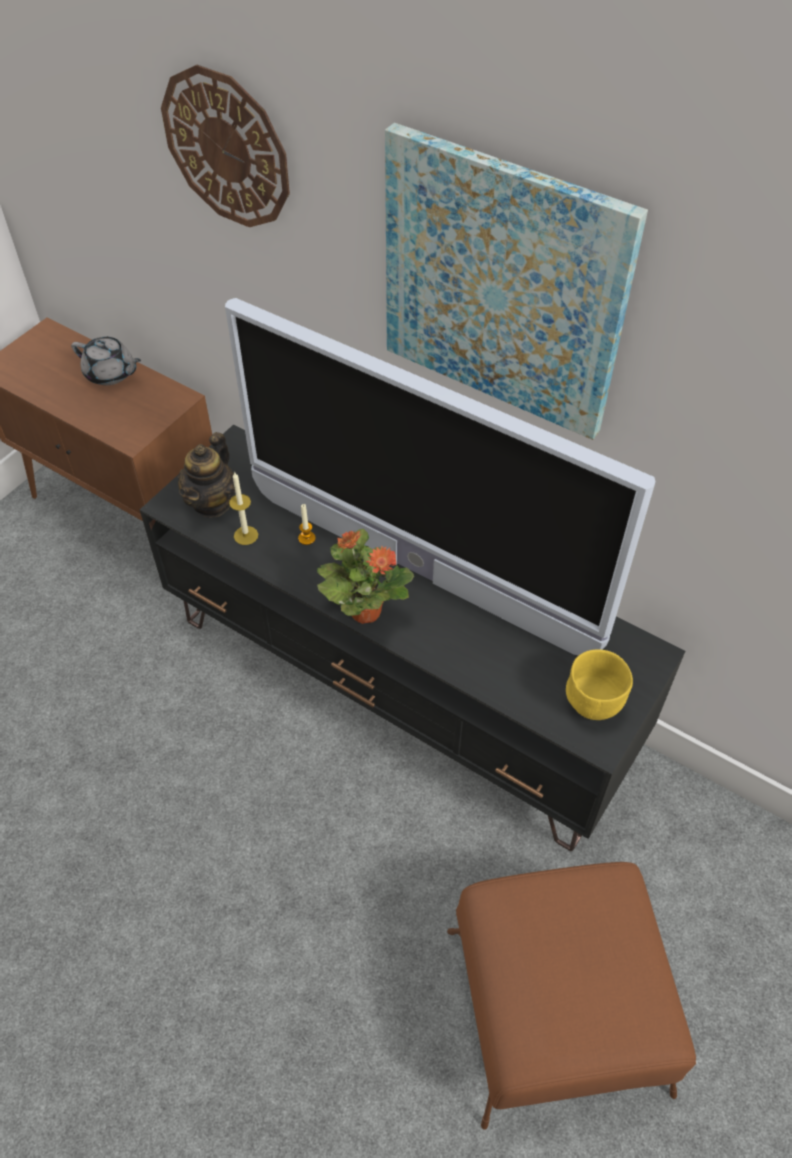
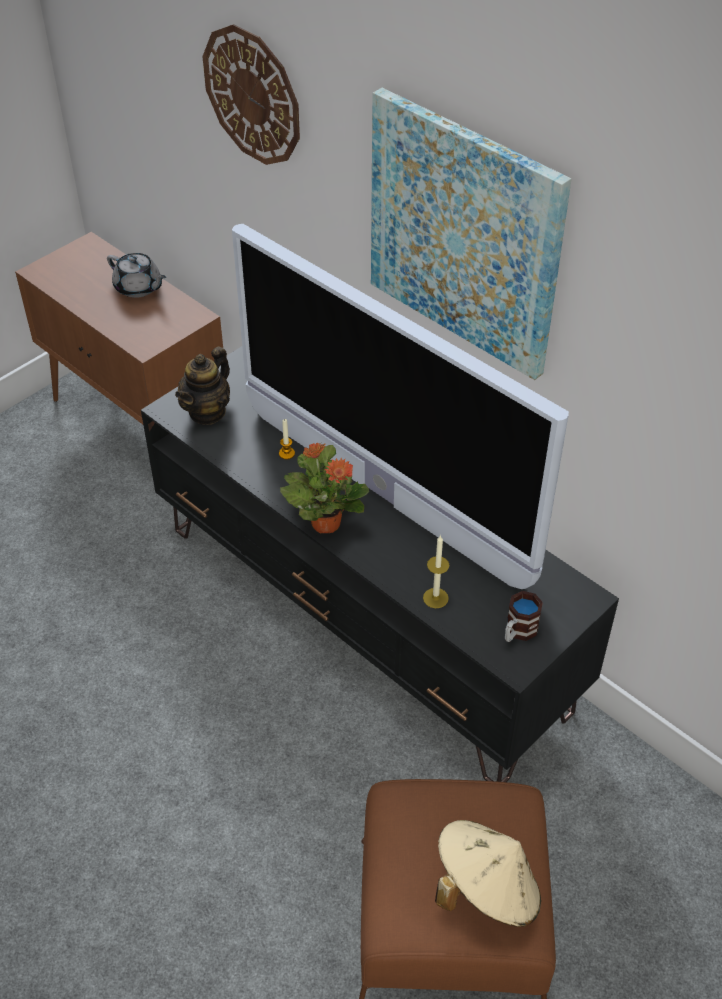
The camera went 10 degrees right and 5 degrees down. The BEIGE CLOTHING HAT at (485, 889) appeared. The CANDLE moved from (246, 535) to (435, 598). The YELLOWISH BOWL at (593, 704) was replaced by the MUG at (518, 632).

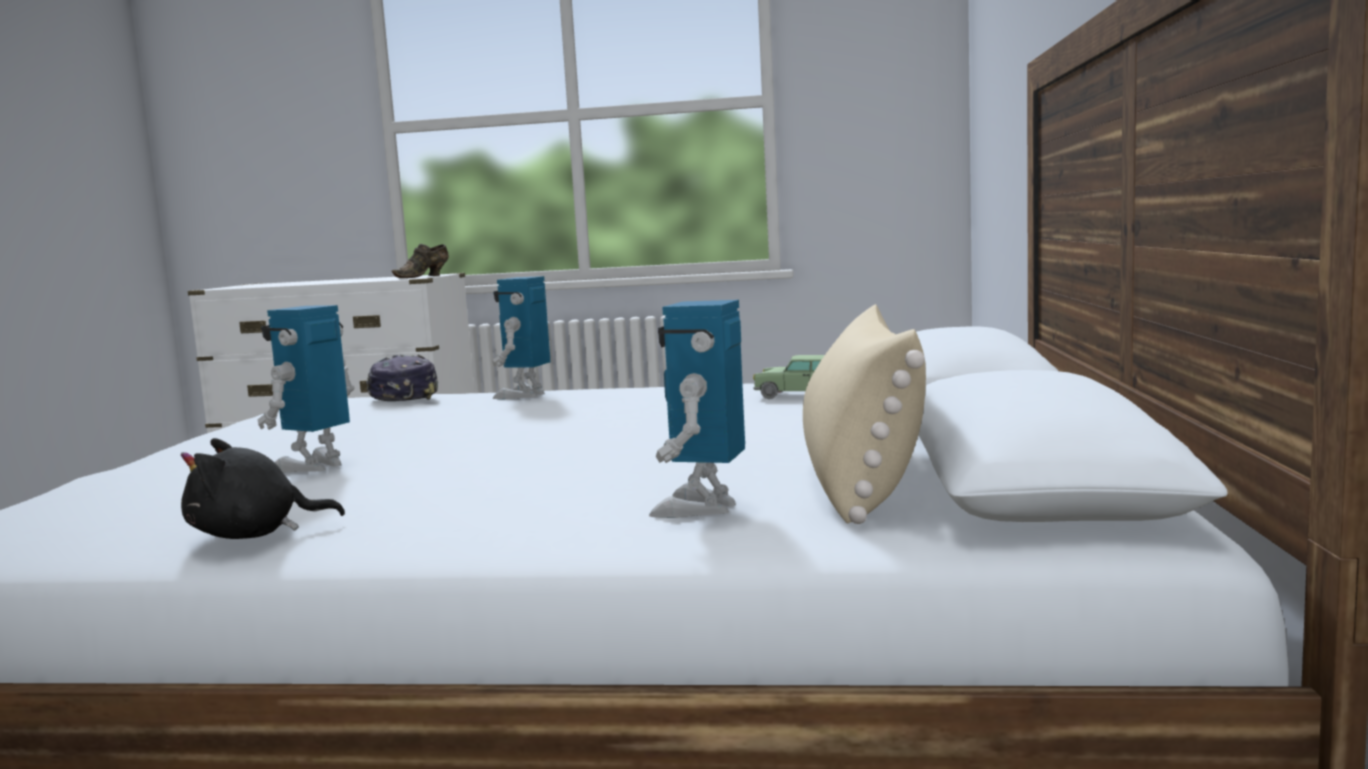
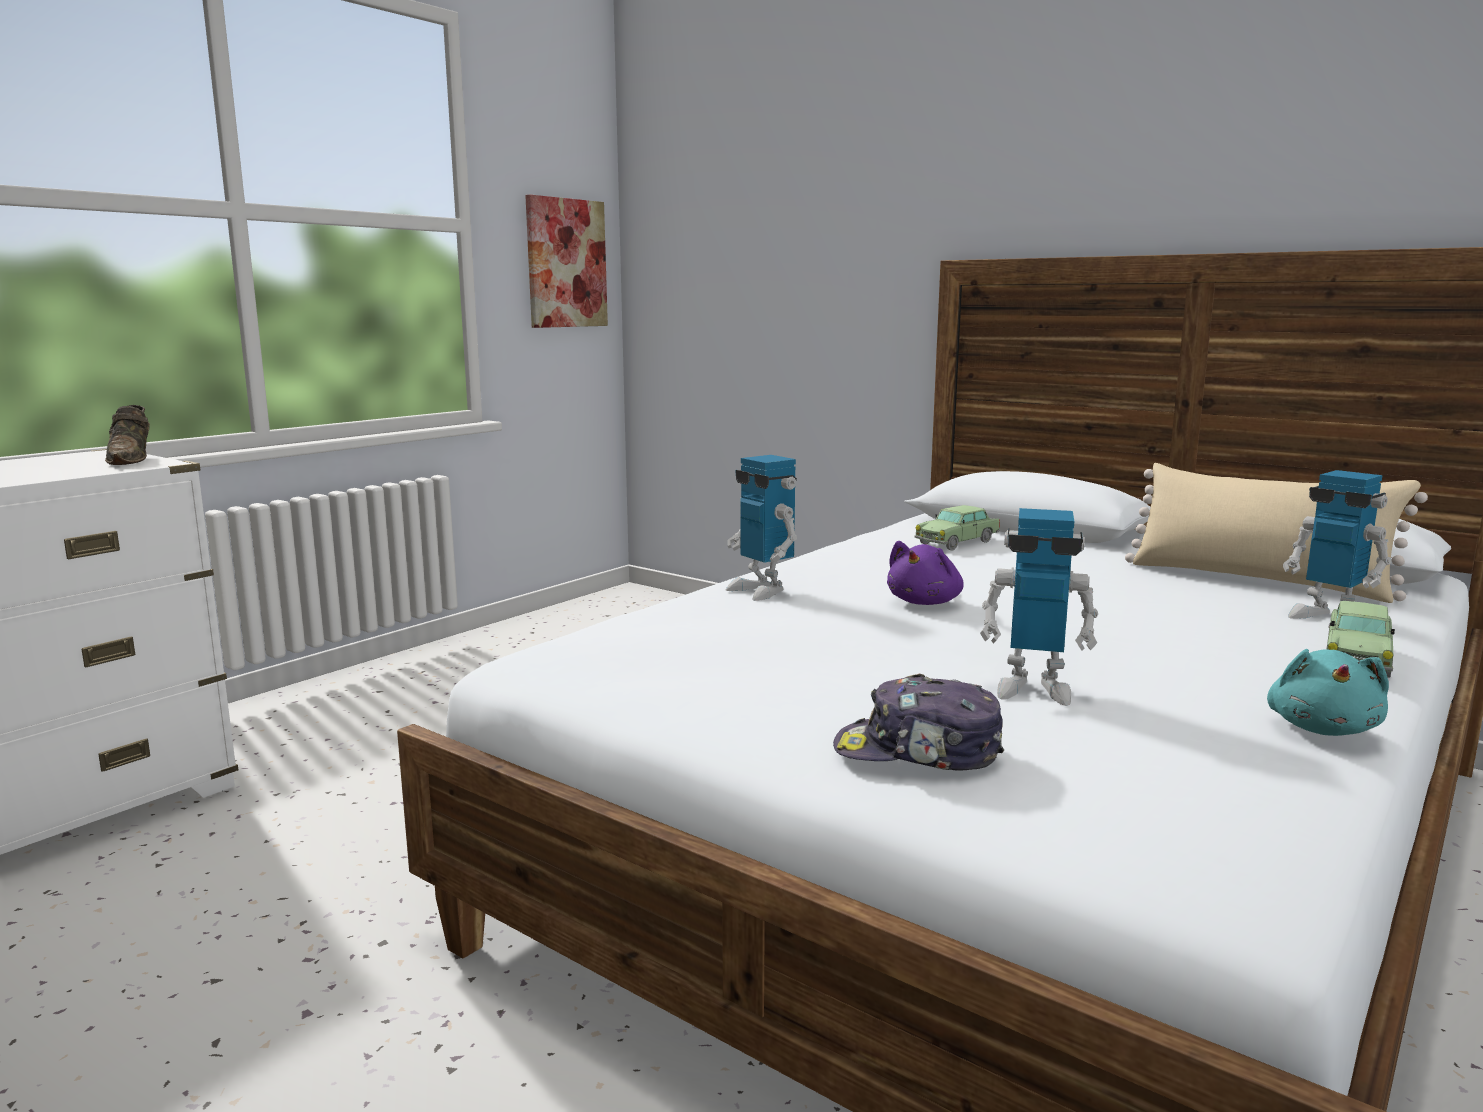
The camera went 60 degrees left and 5 degrees up. The PICTURE at (566, 263) appeared. The PURPLE-COLOURED SOFT TOY at (925, 602) appeared. The MODEL CAR at (1356, 658) appeared. The BASEBALL CAP moved from (403, 396) to (918, 752). The BLACKISH SOFT TOY at (254, 535) became the BLUE-GREEN SOFT TOY at (1322, 728). The TOY ROBOT at (315, 466) turned 45 degrees counterclockwise.

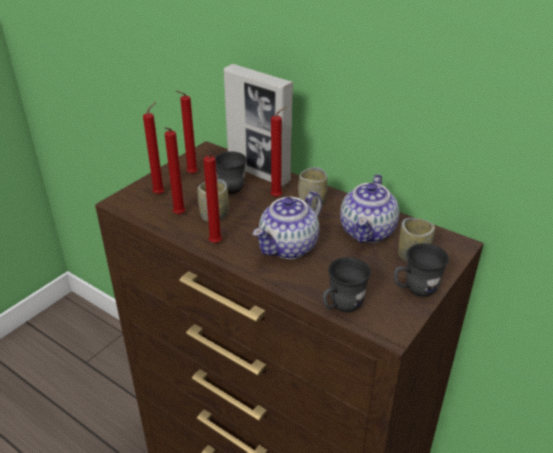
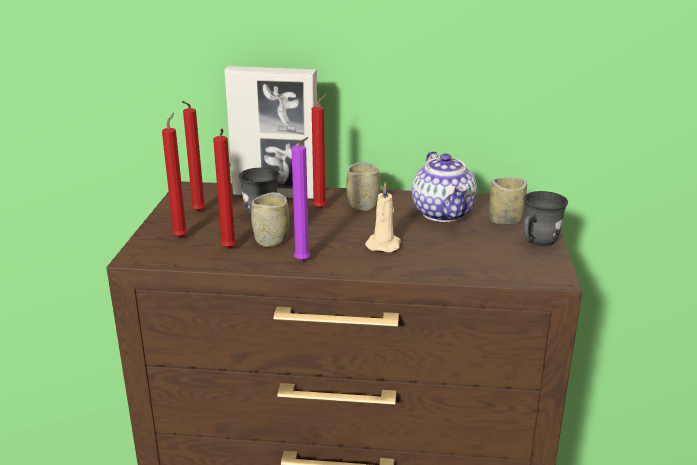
The camera went 30 degrees left and 10 degrees down. The GREY MUG at (341, 307) disappeared. The TEAPOT at (289, 247) was replaced by the BEIGE CANDLE at (384, 244). The RED CANDLE at (215, 244) became the PURPLE-COLOURED CANDLE at (303, 262).

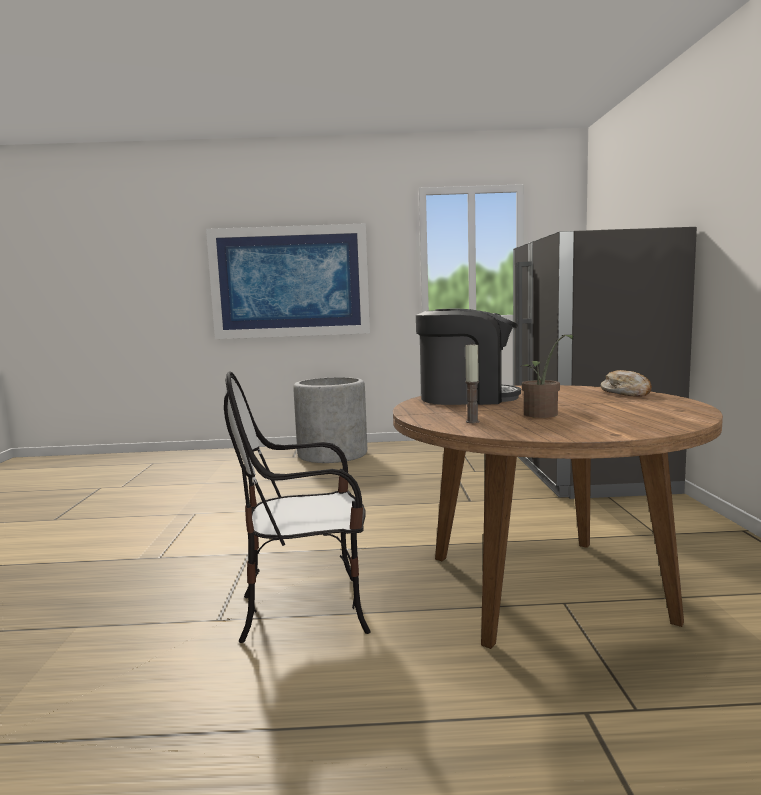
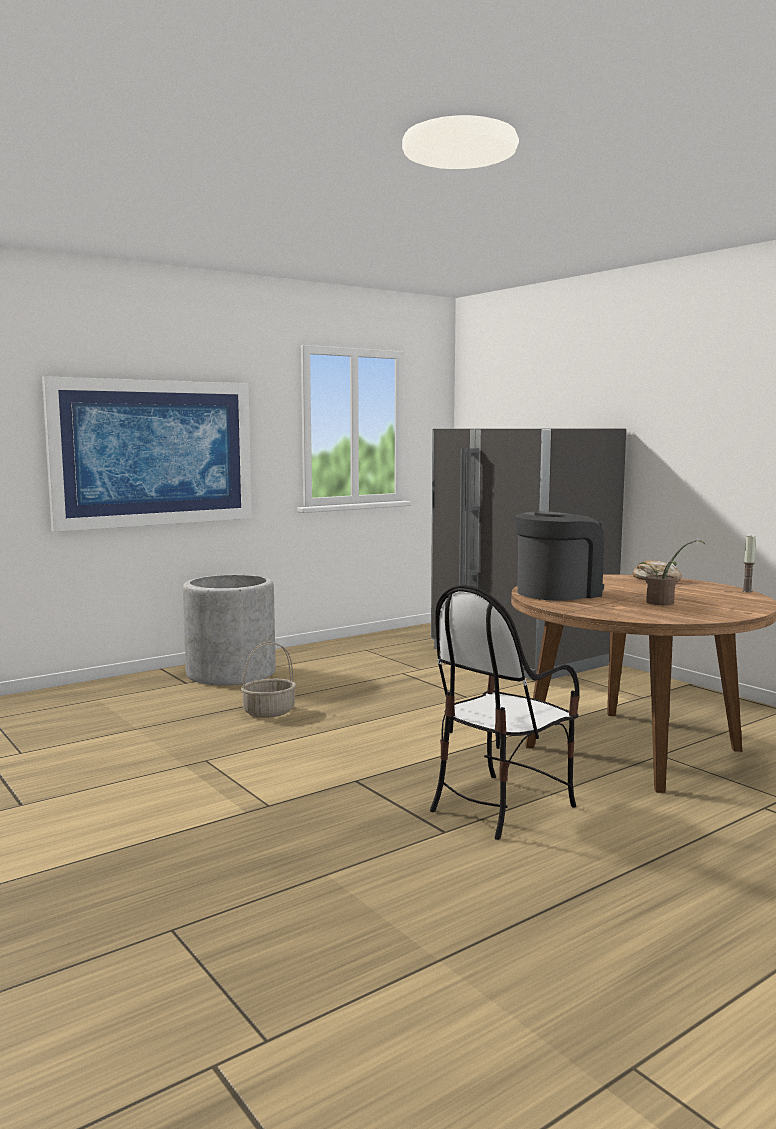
The camera went 35 degrees left and 0 degrees up. The BASKET at (269, 712) appeared. The CANDLE moved from (472, 421) to (747, 591).

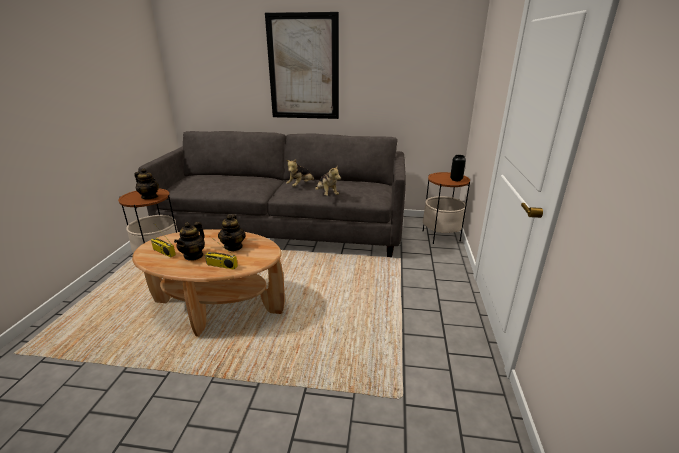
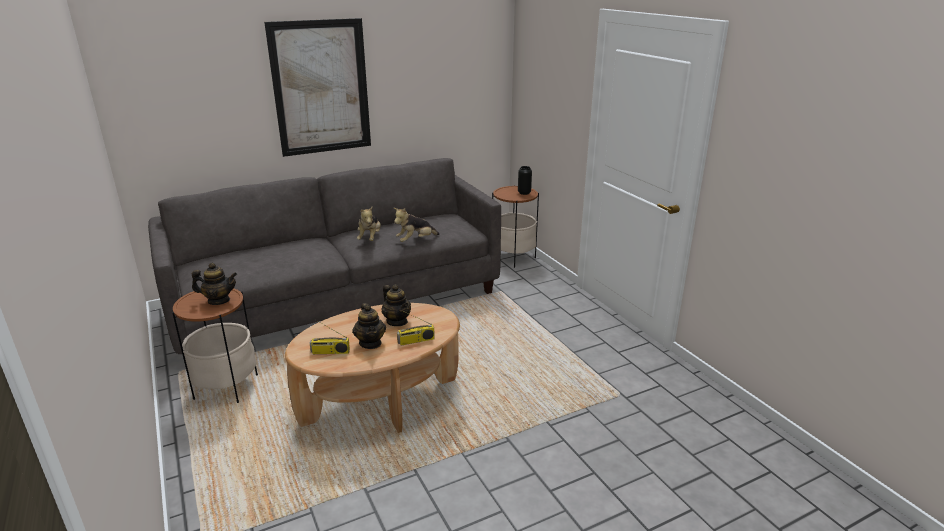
The camera went 35 degrees left and 0 degrees up. The SOFT TOY at (326, 194) turned 120 degrees clockwise.

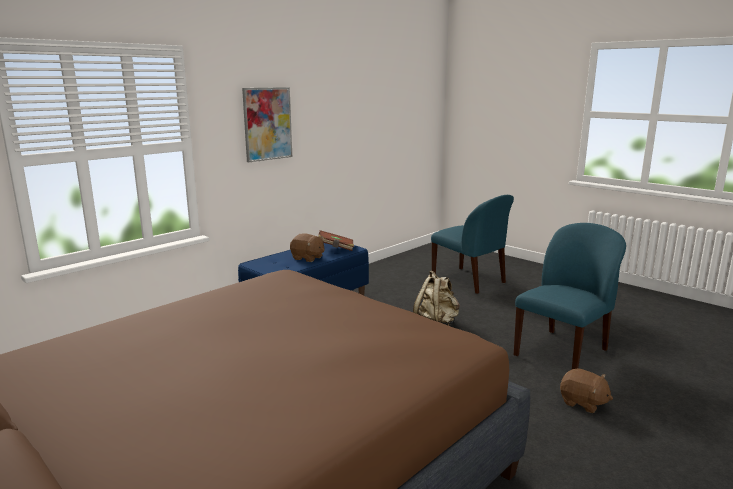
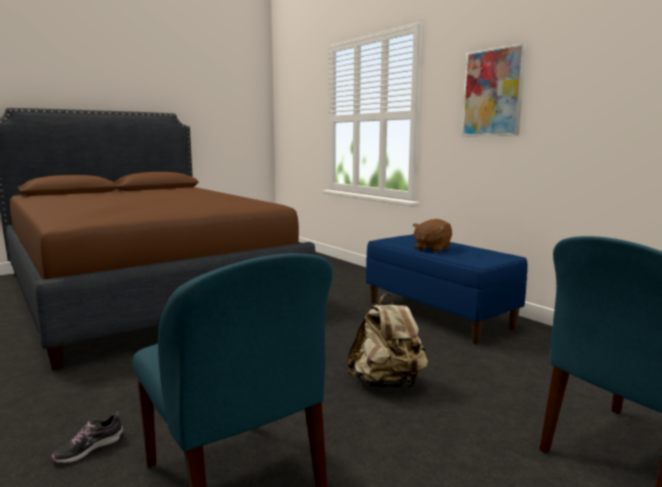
The camera went 100 degrees right and 5 degrees down. The BROWNISH VOLUME at (336, 248) disappeared. The BROWNISH SOFT TOY at (583, 403) was replaced by the LOW SHOE at (89, 448).

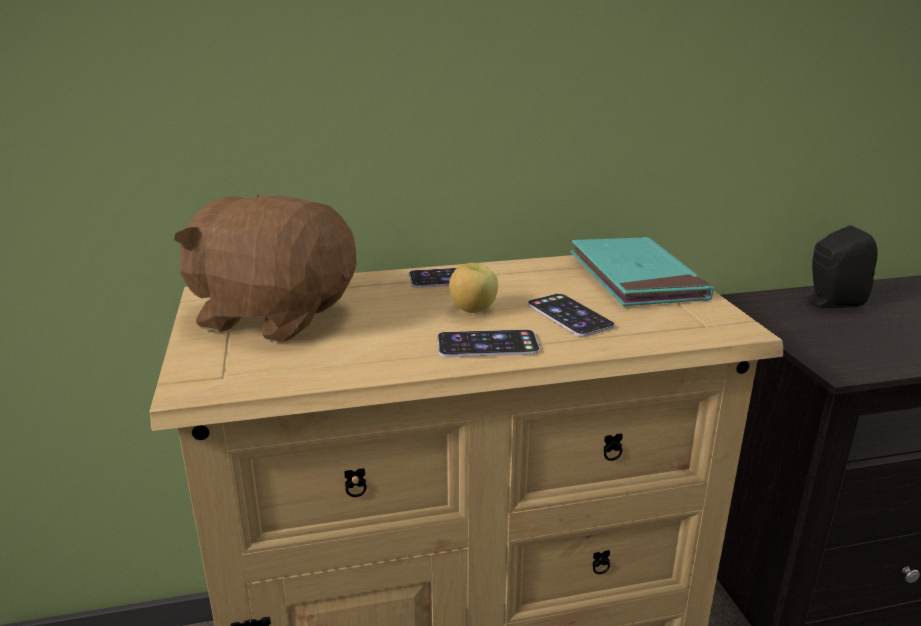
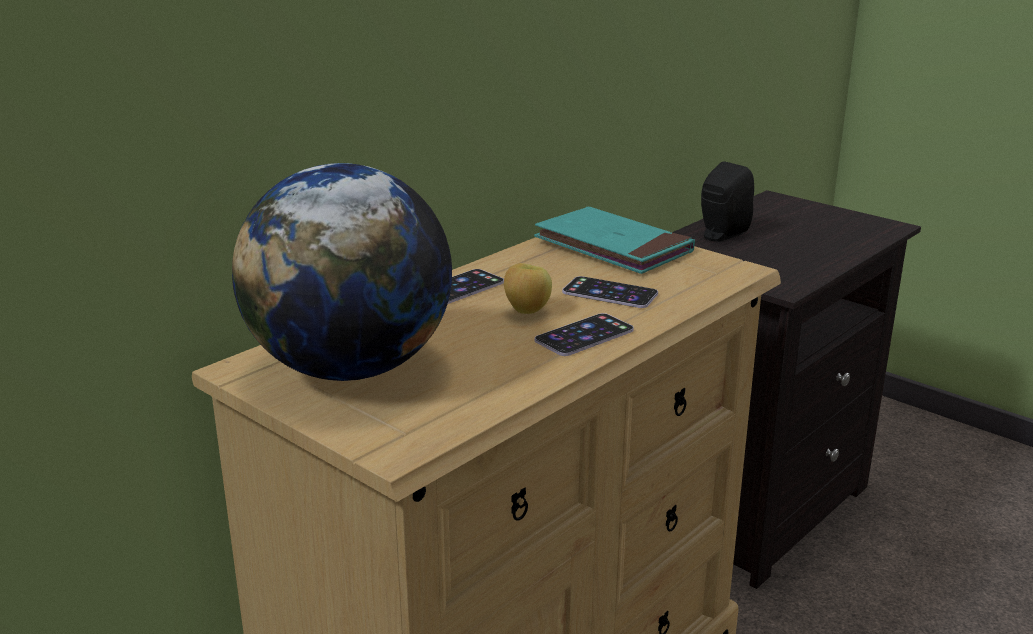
The camera went 35 degrees left and 0 degrees up. The BROWNISH SOFT TOY at (274, 315) was replaced by the DESK GLOBE at (351, 368).

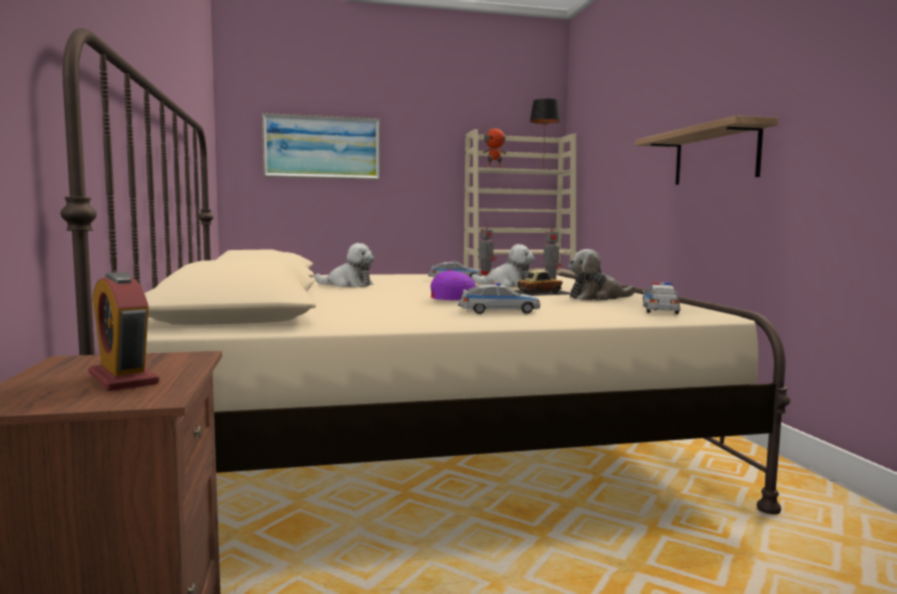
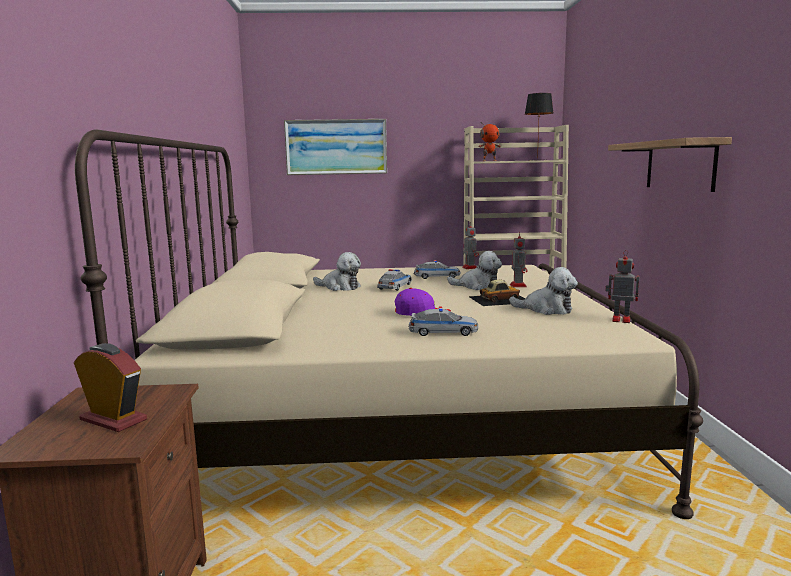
The camera went 10 degrees right and 5 degrees up. The TOY ROBOT at (619, 320) appeared. The MODEL CAR moved from (660, 310) to (395, 287). The TABLE CLOCK at (123, 379) turned 150 degrees clockwise. The SOFT TOY at (597, 298) turned 150 degrees counterclockwise.

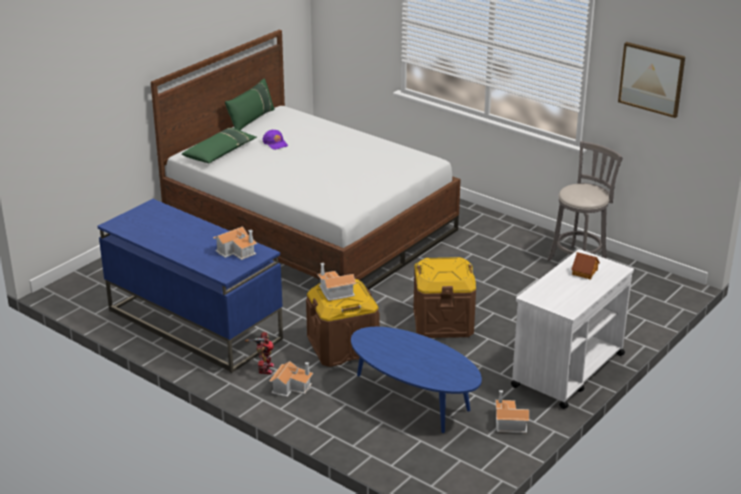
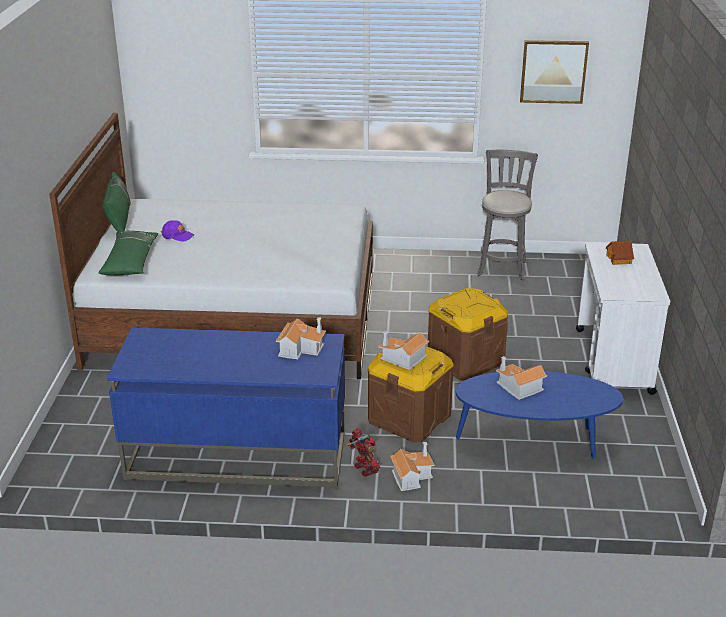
The camera went 35 degrees left and 0 degrees up. The MINIATURE HOUSE moved from (508, 422) to (518, 387).

